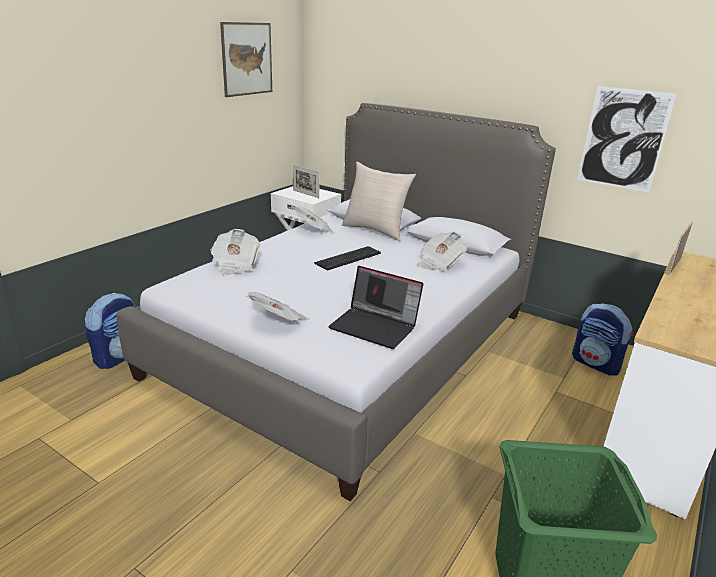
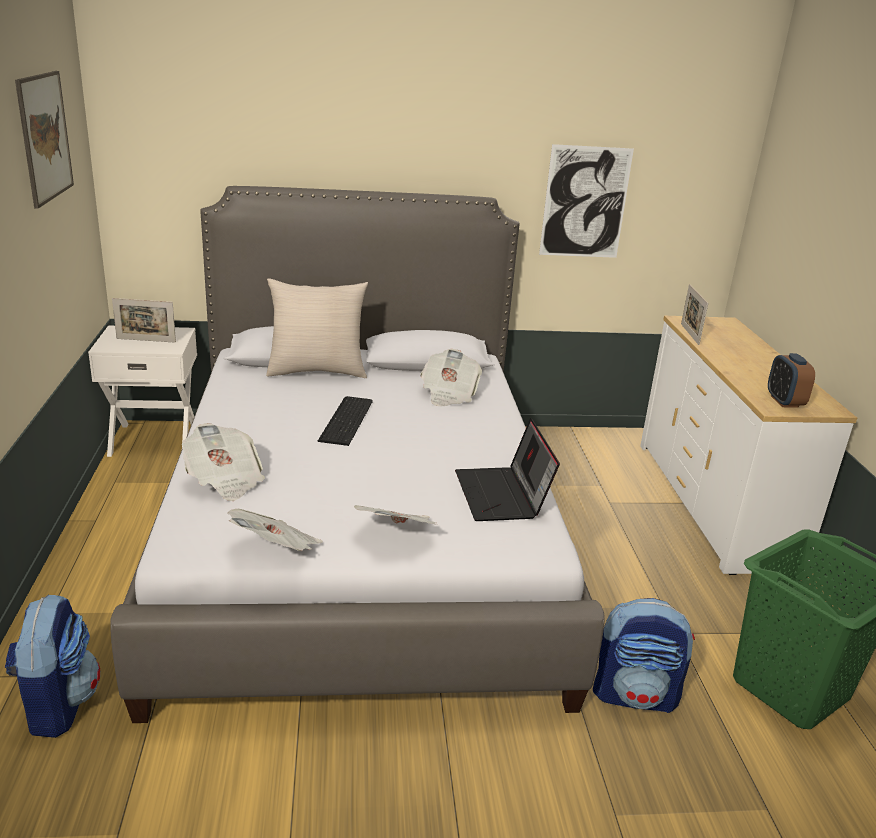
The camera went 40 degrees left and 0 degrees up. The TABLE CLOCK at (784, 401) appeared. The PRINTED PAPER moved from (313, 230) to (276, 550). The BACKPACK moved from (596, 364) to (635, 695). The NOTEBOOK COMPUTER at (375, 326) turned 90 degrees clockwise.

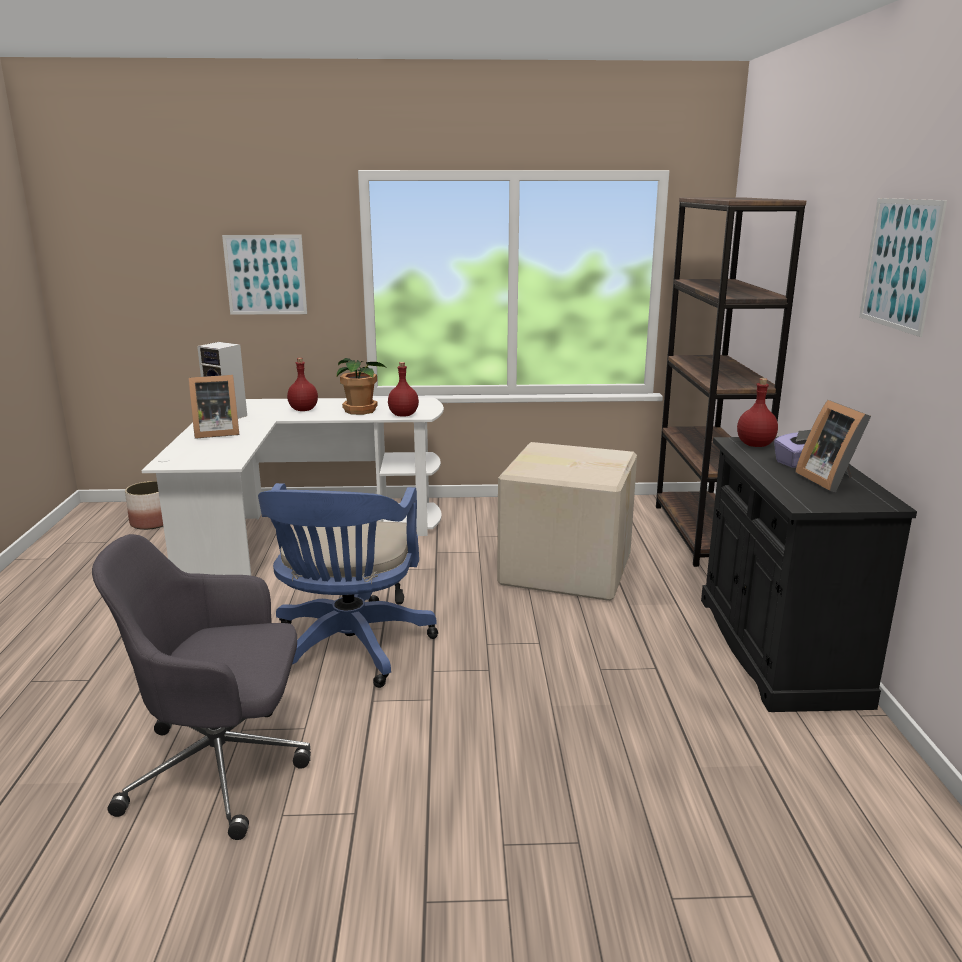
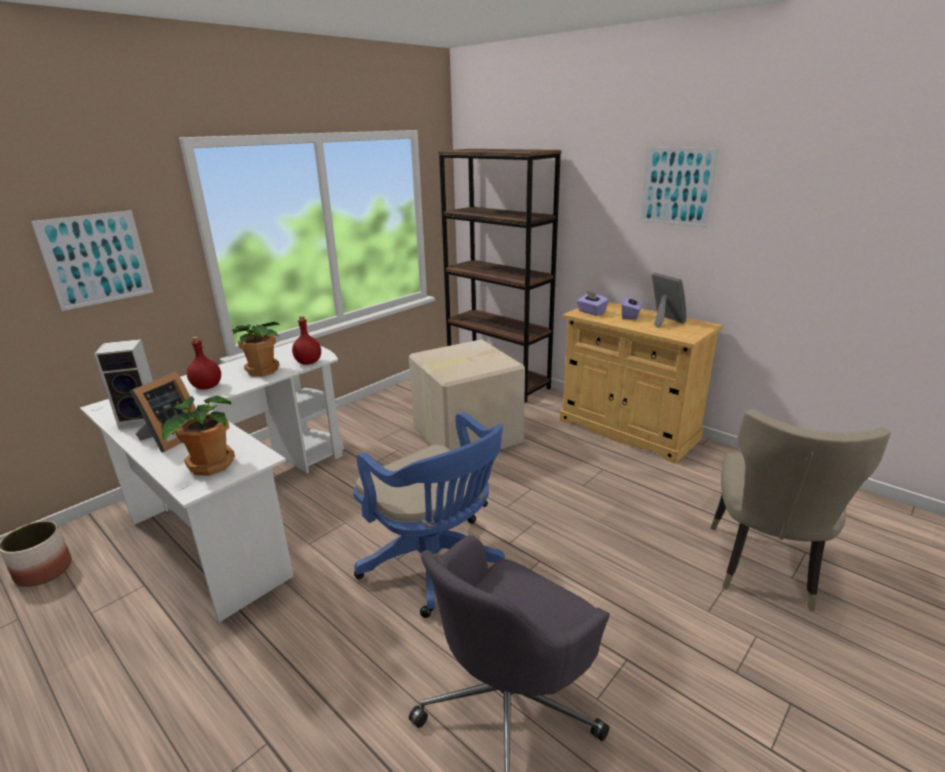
The camera went 45 degrees left and 5 degrees up. The HOUSEPLANT at (209, 465) appeared. The BEIGE PLAIN CHAIR at (764, 569) appeared. The RED DRINK BOTTLE at (756, 445) was replaced by the PURPLE-COLOURED TISSUE BOX at (591, 312). The BLACKISH STORAGE CABINET at (778, 649) became the BEIGE STORAGE CABINET at (628, 429). The PHOTO FRAME at (830, 480) turned 150 degrees counterclockwise.

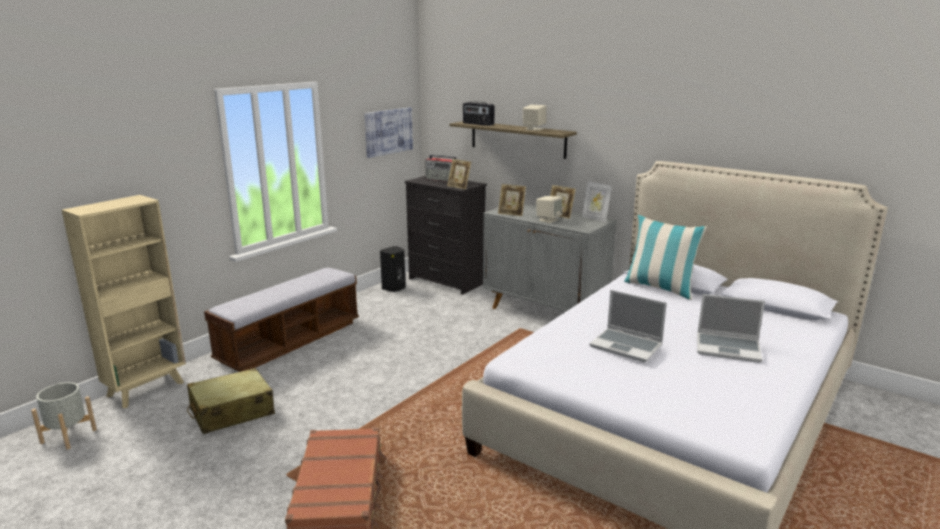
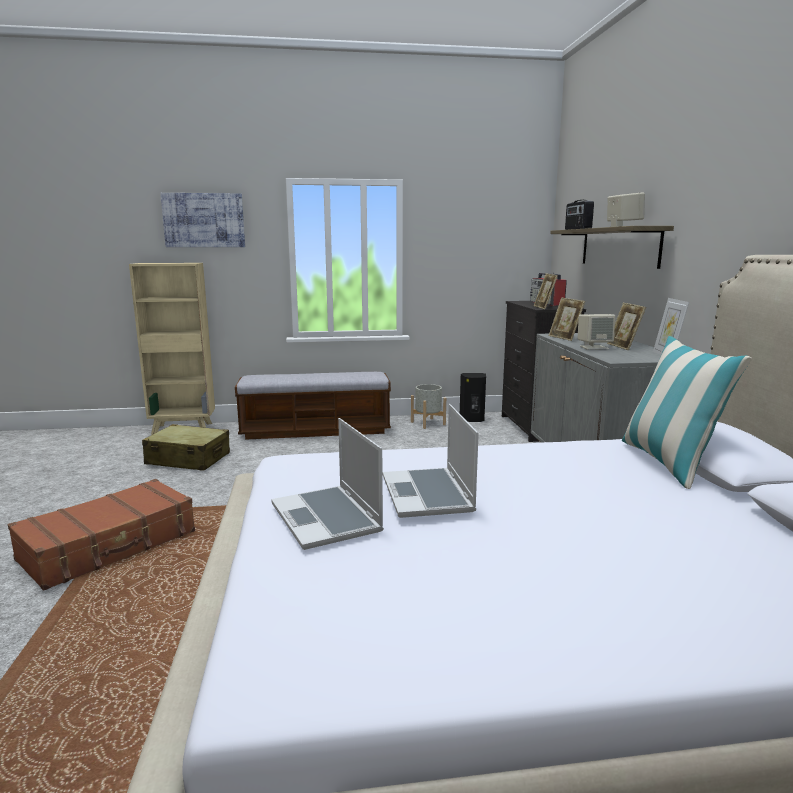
The camera went 45 degrees right and 5 degrees down. The GREY FLOWER POT moved from (69, 436) to (428, 423). The PICTURE moved from (388, 131) to (204, 220). The NOTEBOOK COMPUTER moved from (728, 348) to (328, 519).

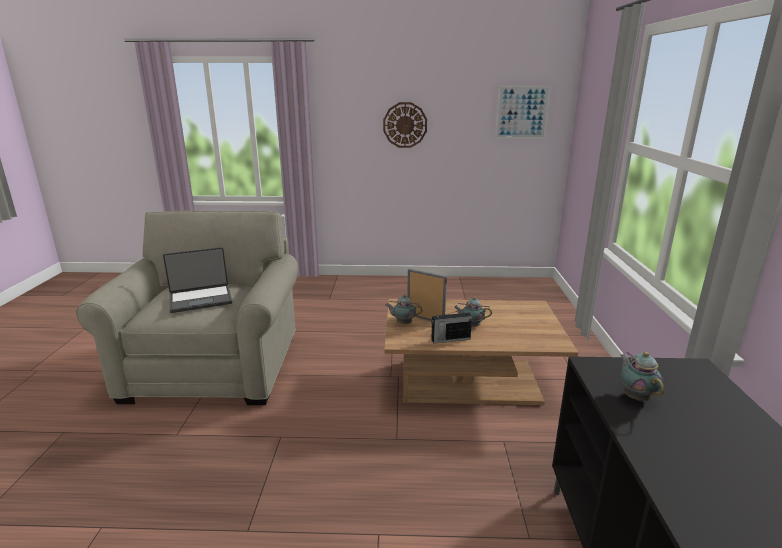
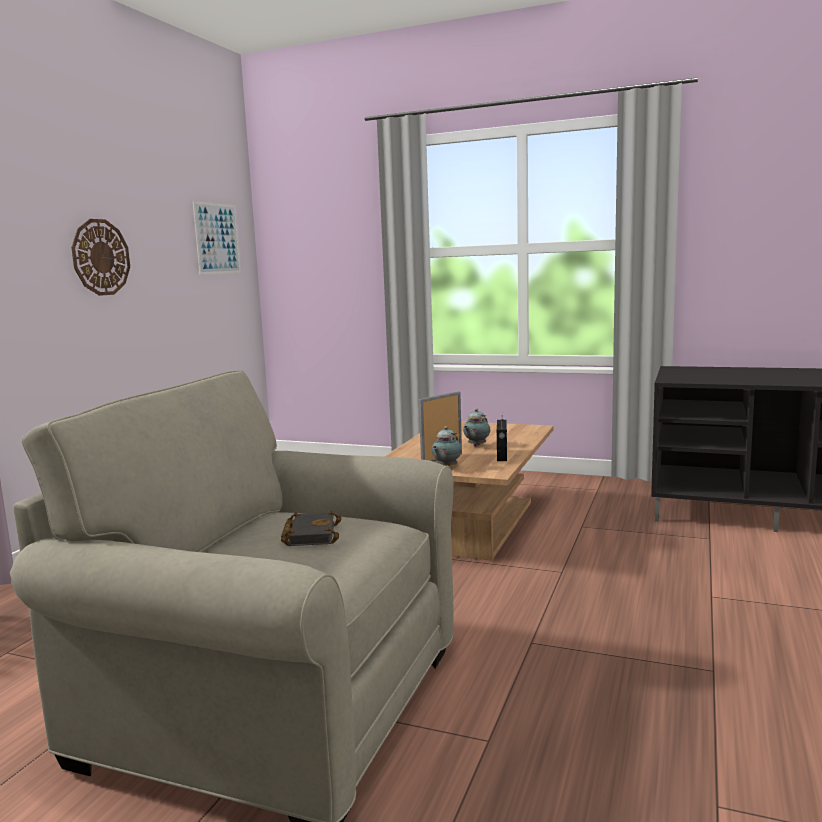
The camera went 70 degrees left and 10 degrees down. The TEAPOT at (635, 397) disappeared. The NOTEBOOK COMPUTER at (201, 299) was replaced by the BLACKISH VOLUME at (310, 534).

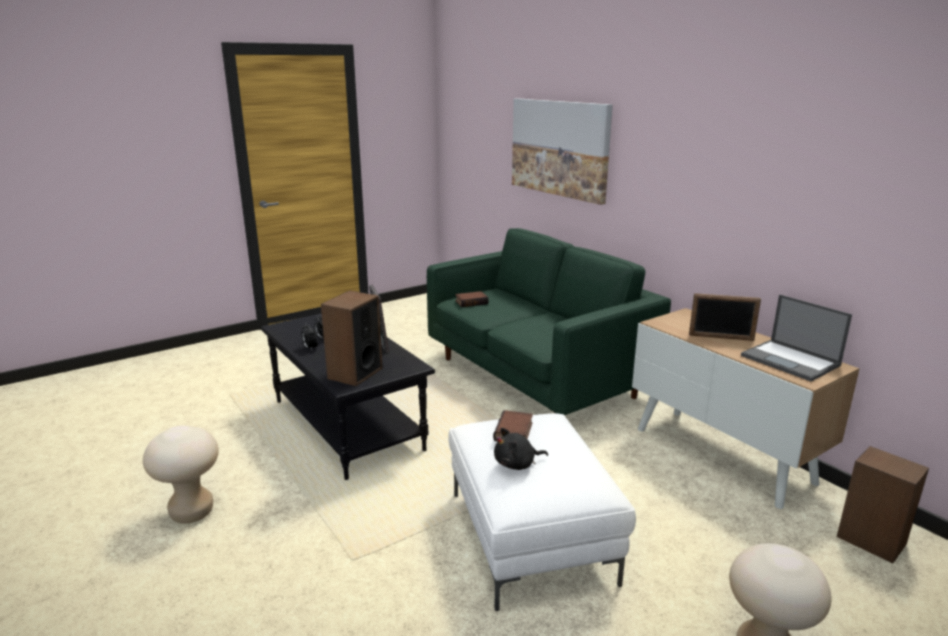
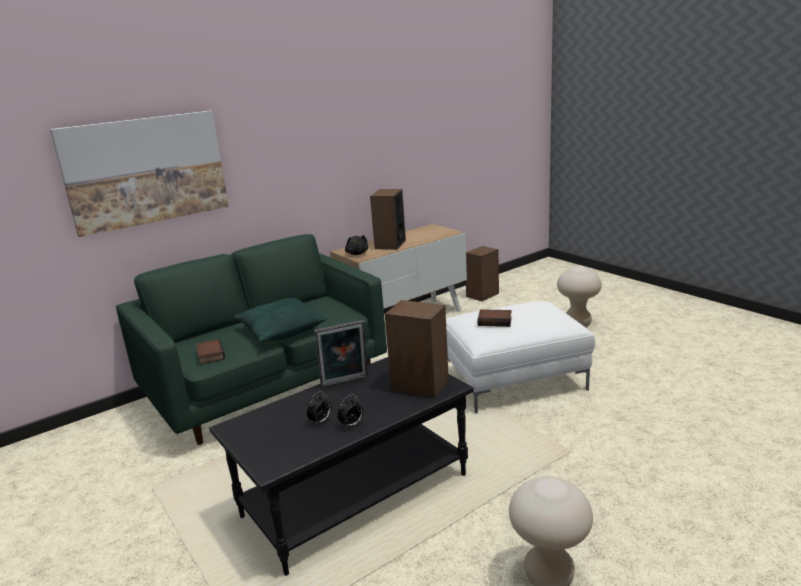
The camera went 90 degrees left and 0 degrees up. The NOTEBOOK COMPUTER at (791, 361) disappeared. The GREEN CUSHION at (281, 331) appeared. The BLACKISH SOFT TOY moved from (517, 464) to (357, 253). The PHOTO FRAME at (721, 337) was replaced by the LOUDSPEAKER at (390, 244).

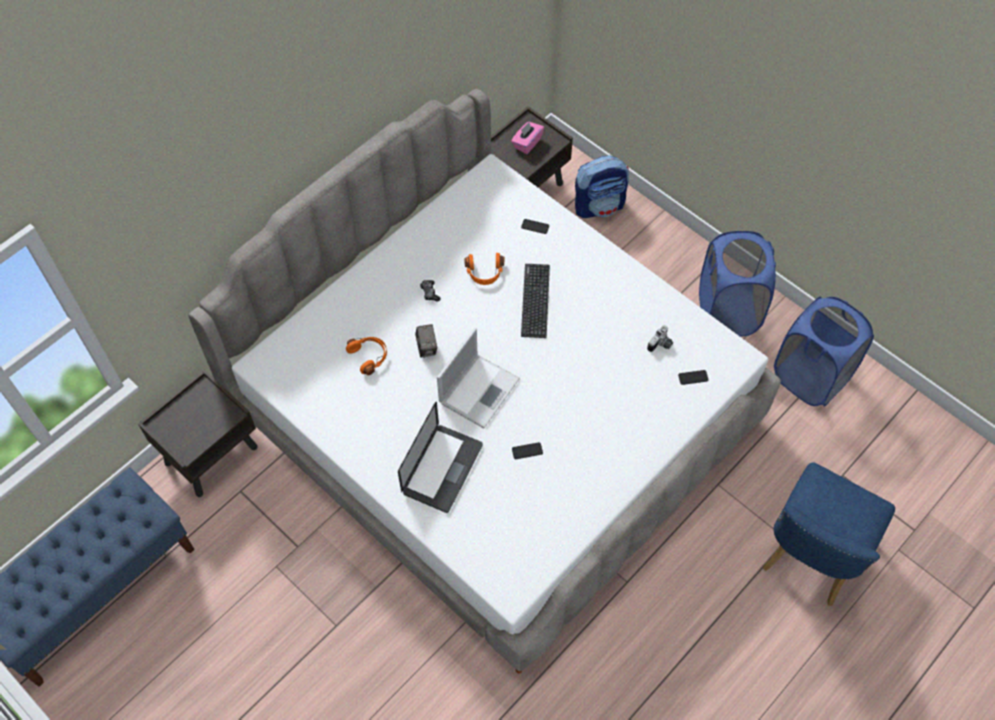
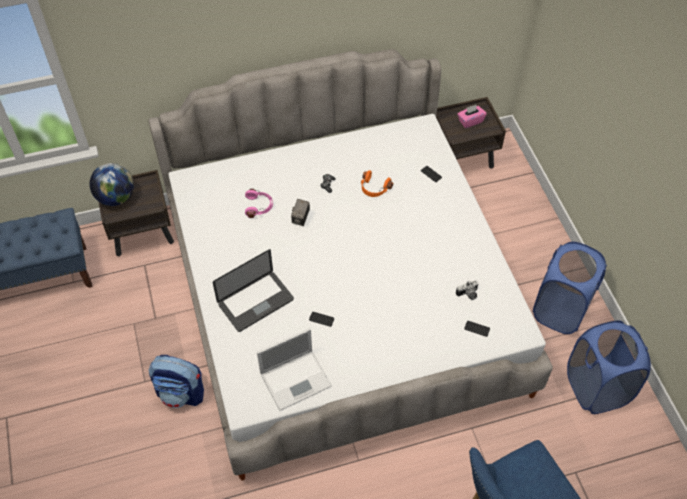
The camera went 30 degrees right and 5 degrees down. The KEYBOARD at (535, 301) disappeared. The DESK GLOBE at (116, 197) appeared. The NOTEBOOK COMPUTER moved from (480, 389) to (296, 379). The BACKPACK moved from (599, 206) to (181, 393). The ORANGEY PAIR OF HEADPHONES at (369, 356) became the PINK-COLOURED PAIR OF HEADPHONES at (259, 206).

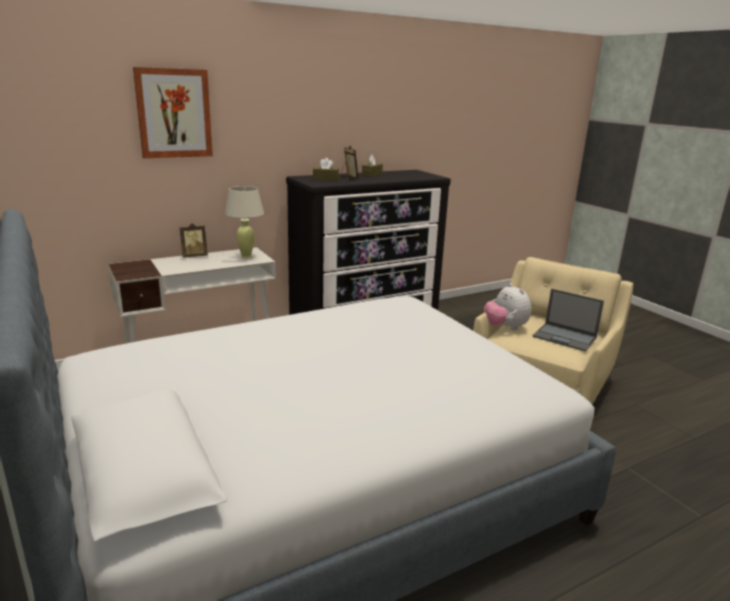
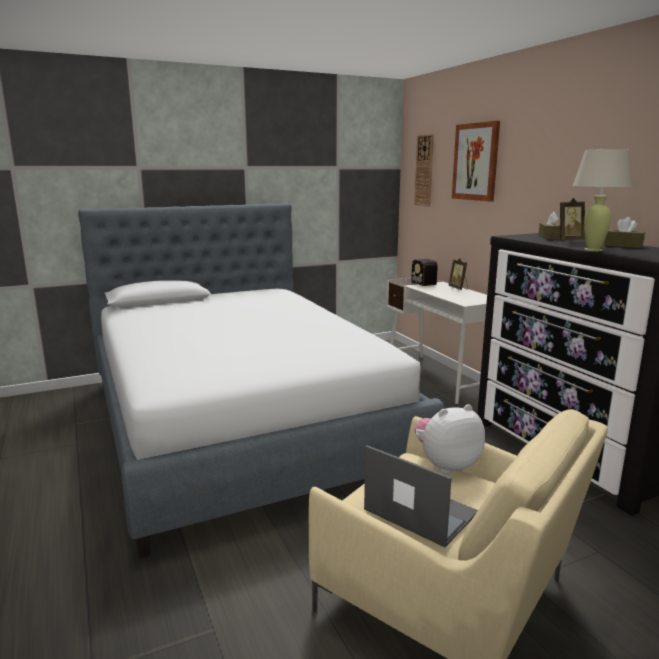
The camera went 95 degrees right and 5 degrees down. The RADIO at (420, 281) appeared. The HANGING CLOCK at (424, 170) appeared. The BEIGE LAMP FOR A TABLE moved from (246, 256) to (593, 250). The NOTEBOOK COMPUTER at (565, 337) turned 90 degrees clockwise.

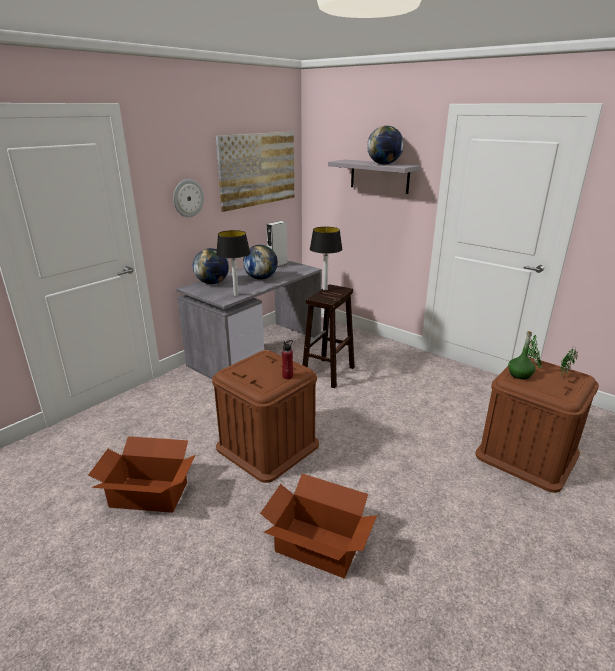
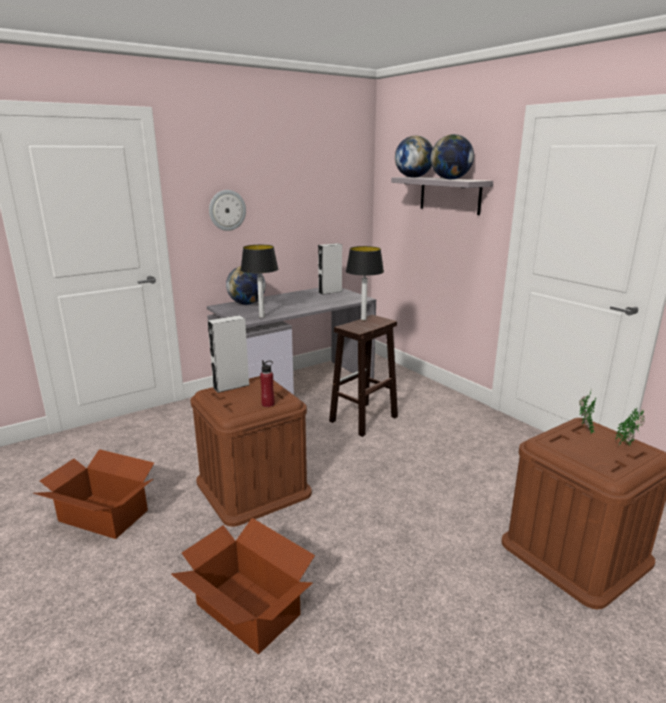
The camera went 15 degrees right and 5 degrees down. The PICTURE at (258, 169) disappeared. The GREEN DRINK BOTTLE at (519, 374) disappeared. The GREY LOUDSPEAKER at (231, 386) appeared. The DESK GLOBE moved from (261, 278) to (413, 177).

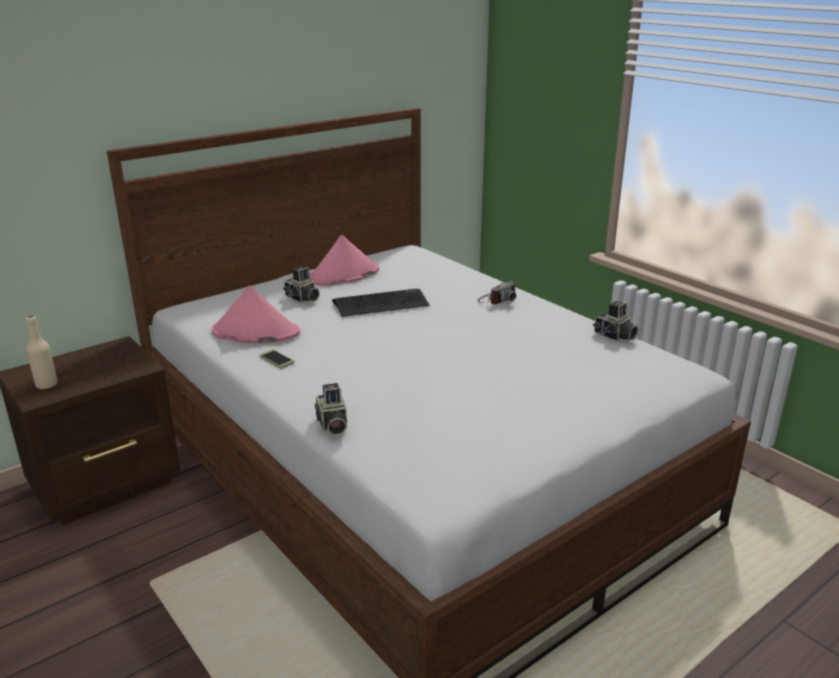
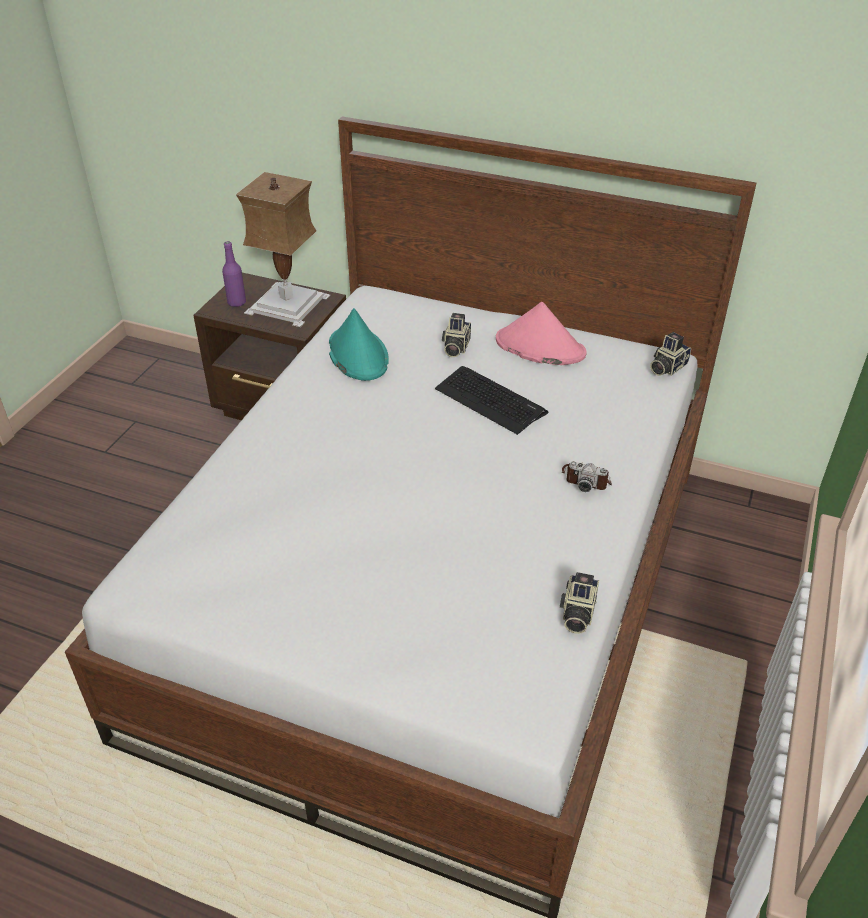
The camera went 60 degrees right and 15 degrees up. The PHONE at (277, 359) disappeared. The LAMP FOR A TABLE at (289, 303) appeared. The PHOTO CAMERA moved from (332, 425) to (666, 367). The BEIGE DRINK BOTTLE at (46, 385) became the PURPLE-COLOURED DRINK BOTTLE at (237, 302). The PINK-COLOURED CLOTHING HAT at (255, 332) became the BLUE-GREEN CLOTHING HAT at (357, 354).

